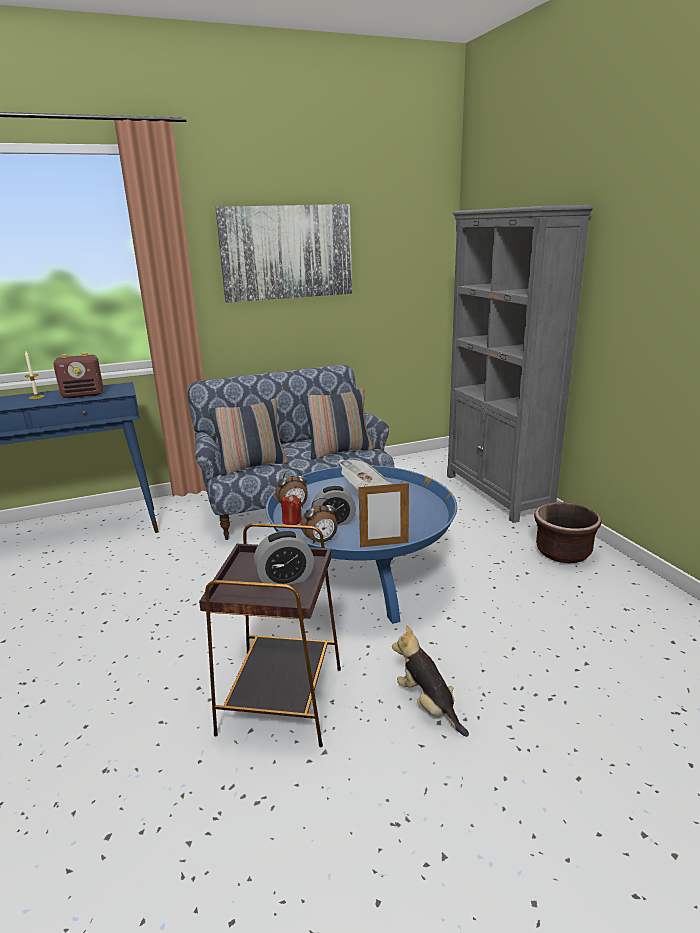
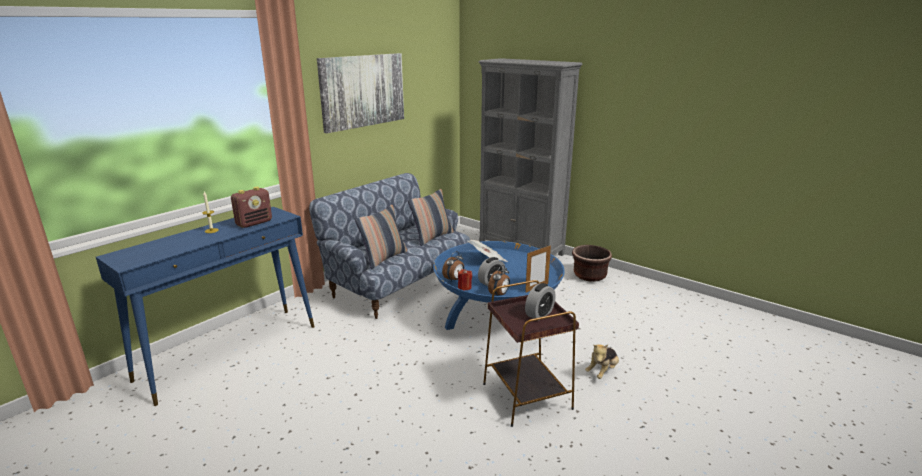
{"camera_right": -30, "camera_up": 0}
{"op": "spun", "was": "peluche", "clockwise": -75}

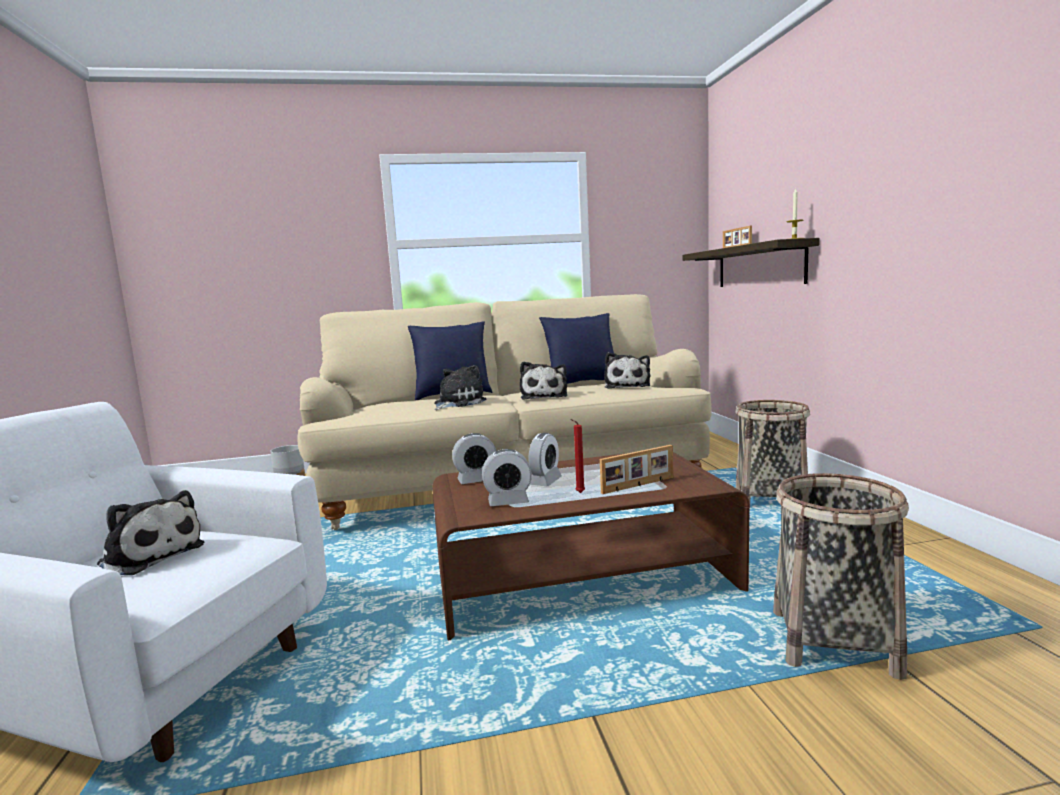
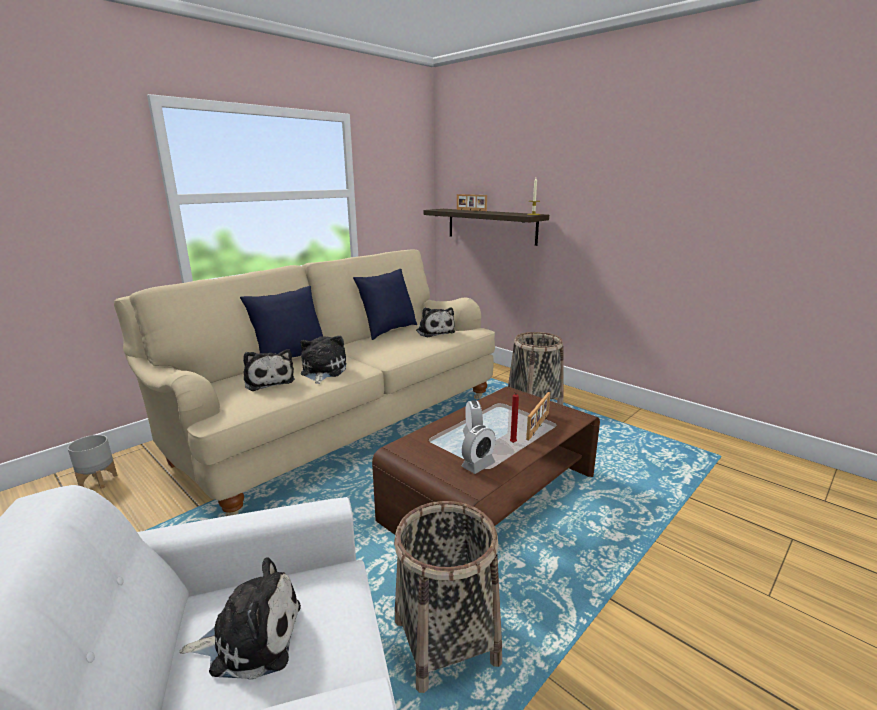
{"camera_right": -35, "camera_up": 10}
{"op": "relocated", "was": "peluche (no. 3 from left in the first image)", "now": "peluche (no. 2 from left)"}
{"op": "missing", "was": "réveil (no. 1 from left)"}
{"op": "relocated", "was": "panier (no. 2 from left in the first image)", "now": "panier (no. 1 from left)"}

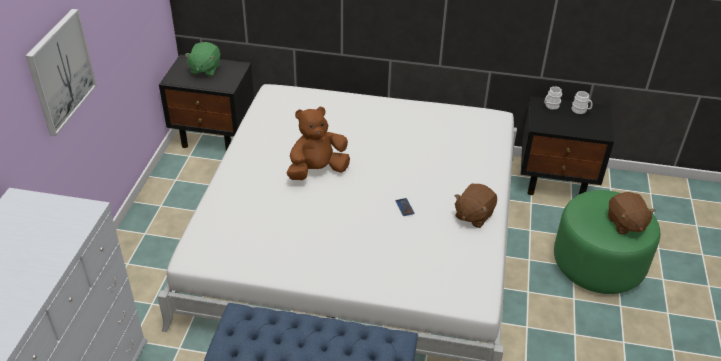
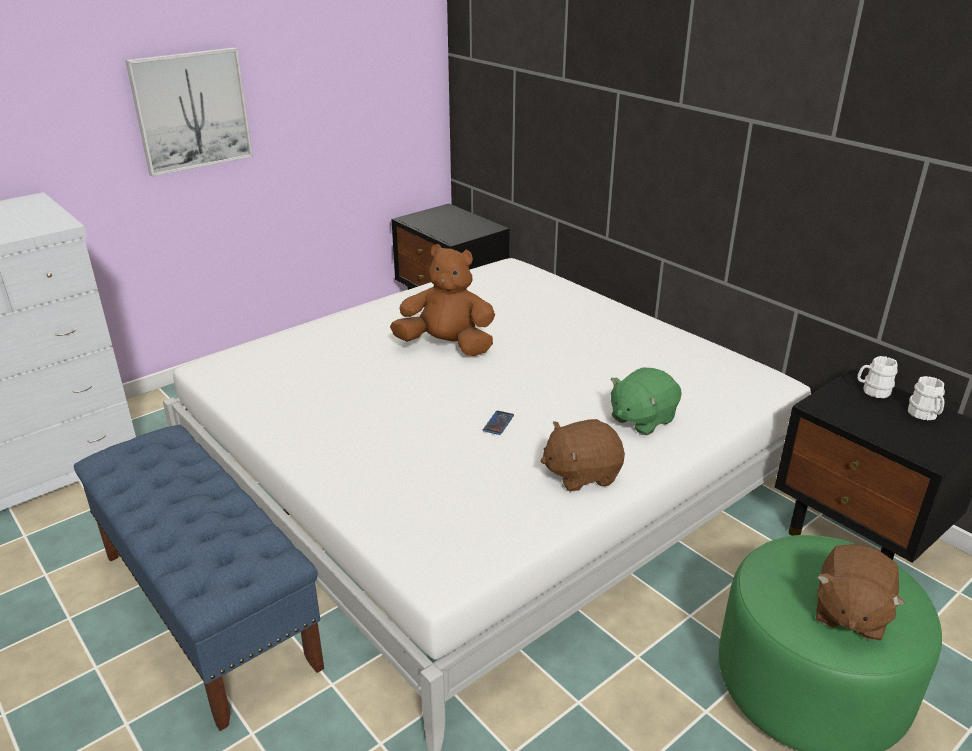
{"camera_right": 40, "camera_up": -10}
{"op": "relocated", "was": "peluche/vert"}

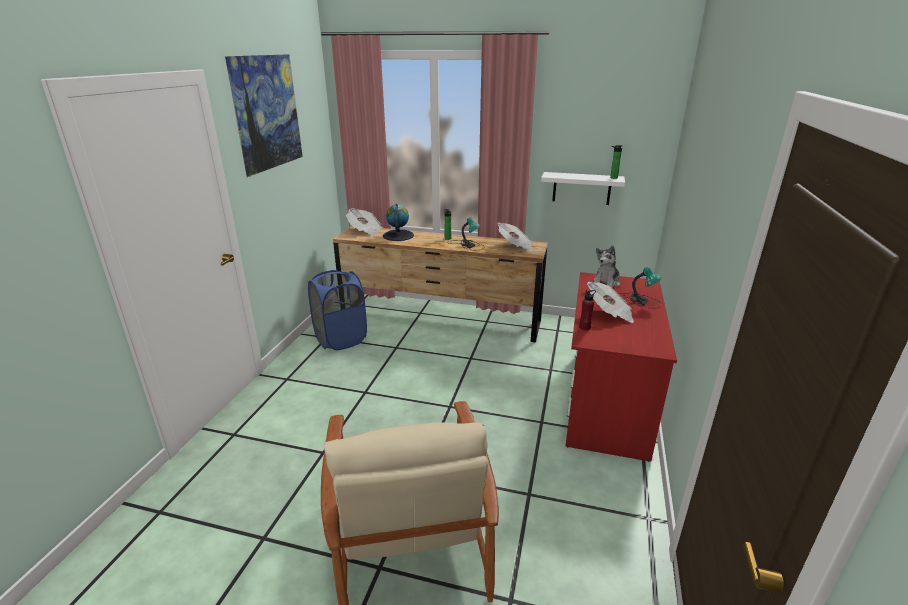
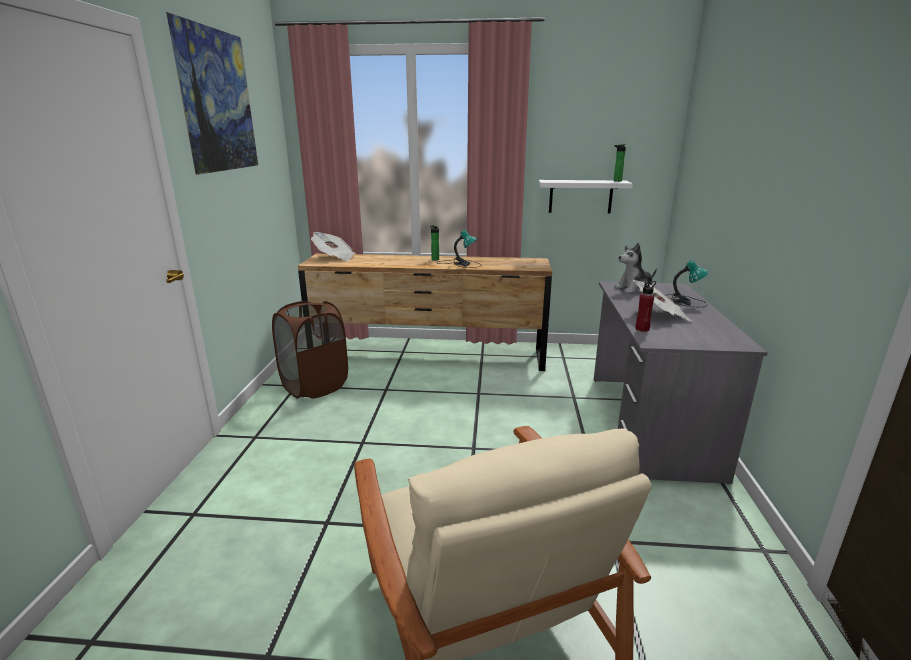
{"camera_right": -10, "camera_up": -5}
{"op": "missing", "was": "globe"}
{"op": "missing", "was": "journal (no. 2 from left)"}
{"op": "spun", "was": "peluche", "clockwise": 45}
{"op": "colour", "was": "panier à linge/bleu", "now": "panier à linge/marron"}
{"op": "colour", "was": "bureau/rouge", "now": "bureau/gris"}

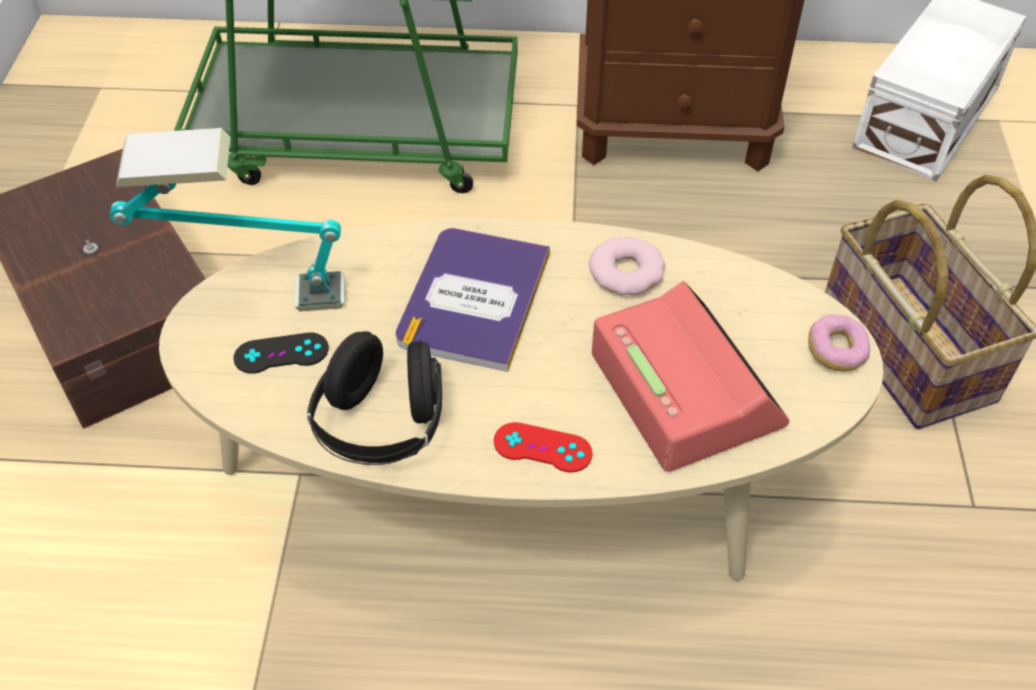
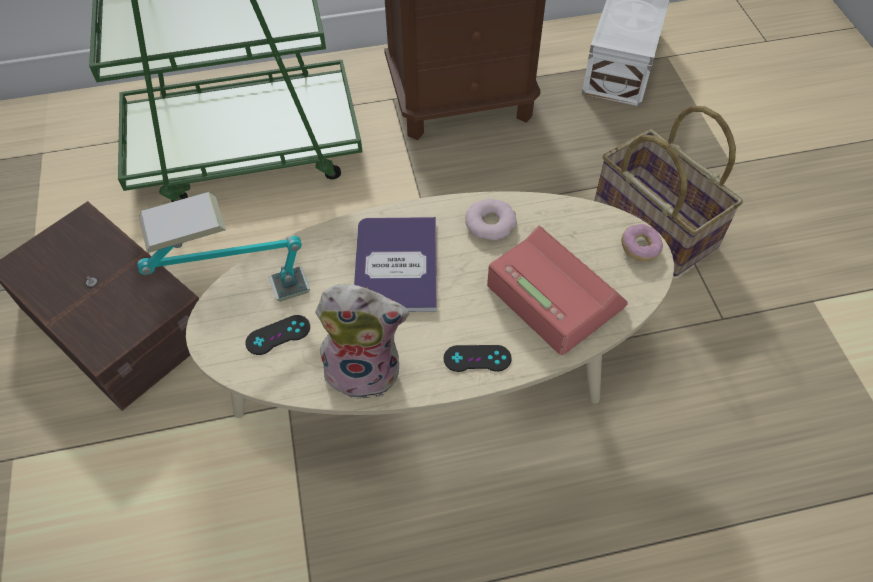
{"camera_right": -15, "camera_up": 5}
{"op": "exchanged", "was": "casque audio/noir", "now": "peluche"}
{"op": "colour", "was": "manette/rouge", "now": "manette/noir (no. 2 from left)"}

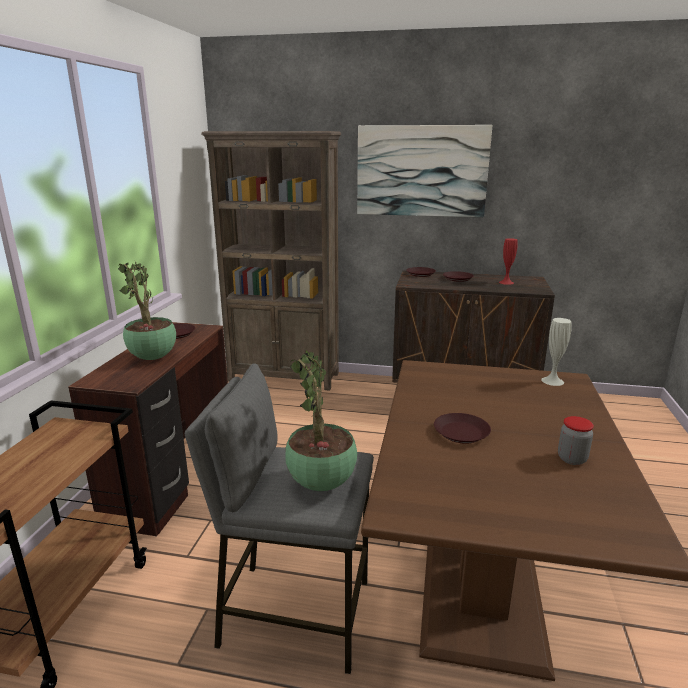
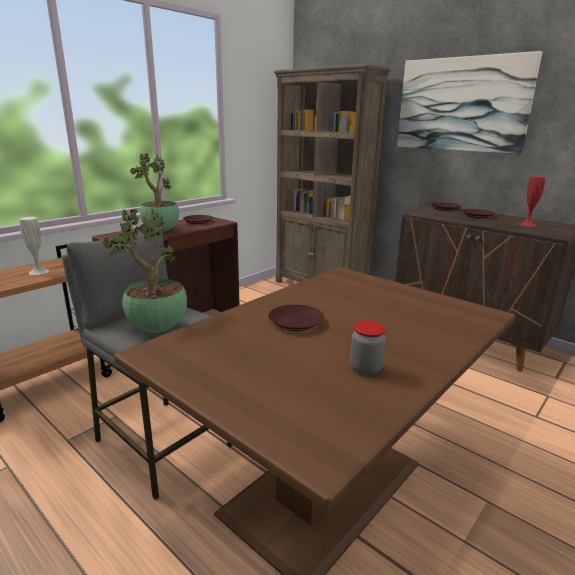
{"camera_right": 30, "camera_up": 0}
{"op": "relocated", "was": "vase/blanc"}

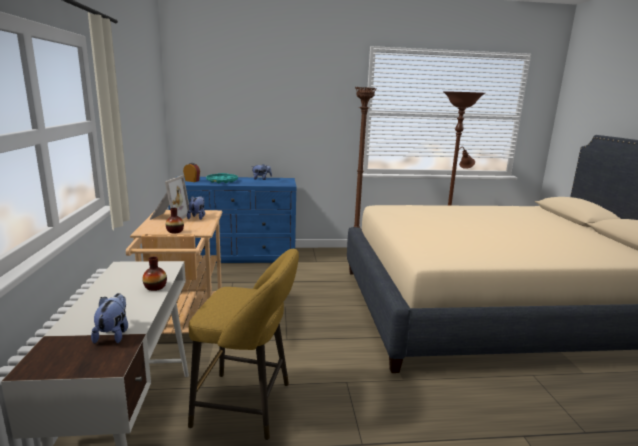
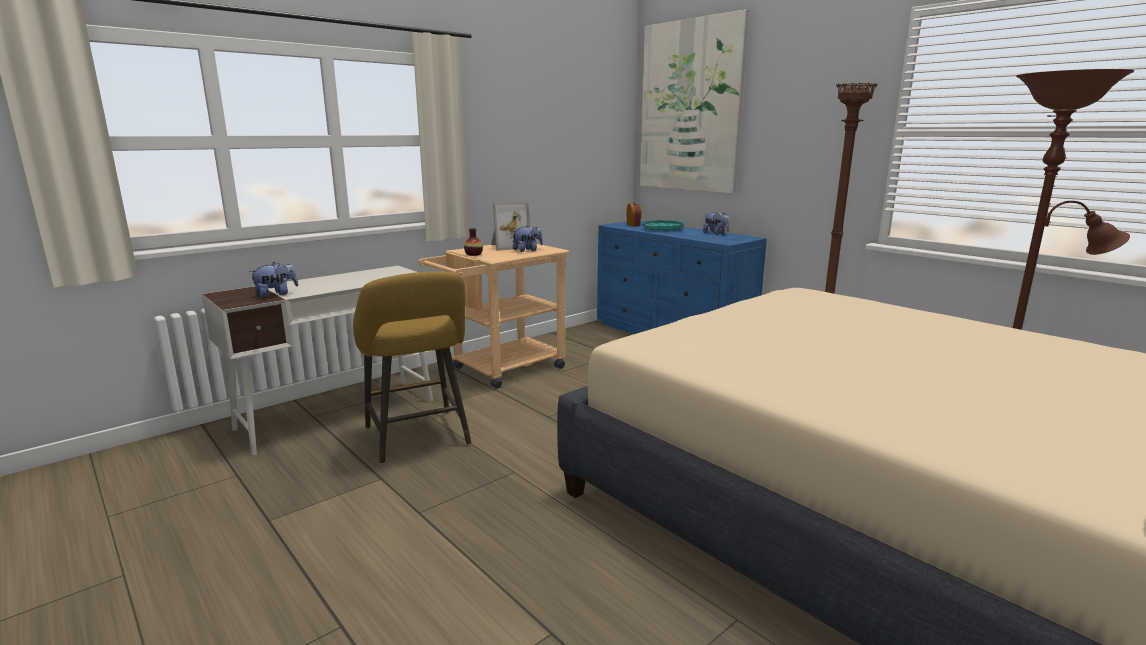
{"camera_right": 55, "camera_up": 0}
{"op": "missing", "was": "vase (no. 1 from left)"}
{"op": "appeared", "now": "tableau"}

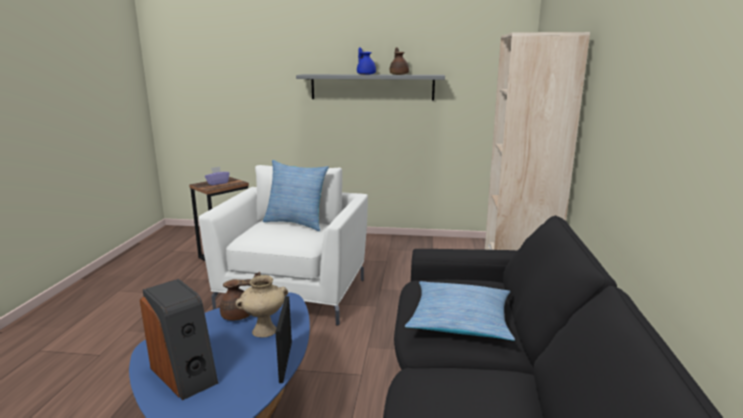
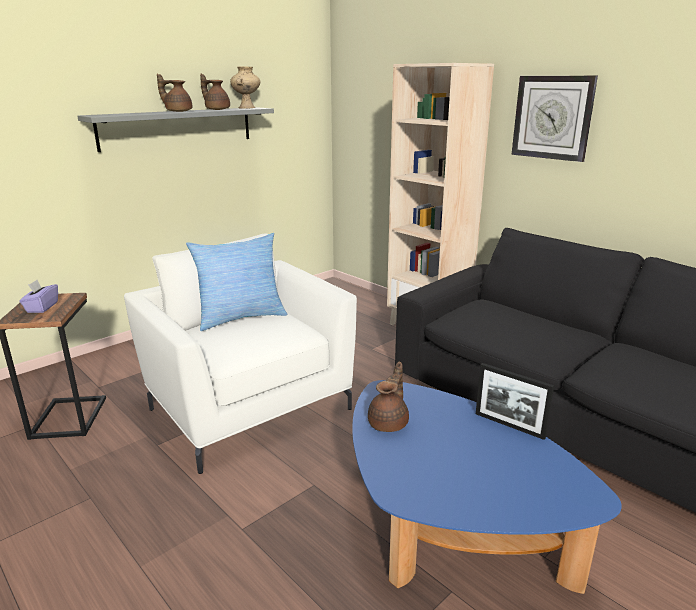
{"camera_right": -50, "camera_up": 5}
{"op": "colour", "was": "théière/bleu", "now": "théière/marron (no. 1 from left)"}
{"op": "relocated", "was": "vase/beige"}
{"op": "missing", "was": "enceinte"}
{"op": "missing", "was": "coussin (no. 2 from left)"}
{"op": "appeared", "now": "horloge murale"}

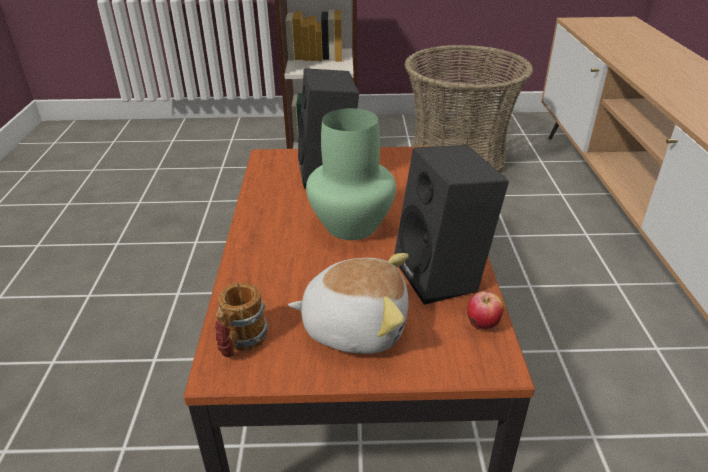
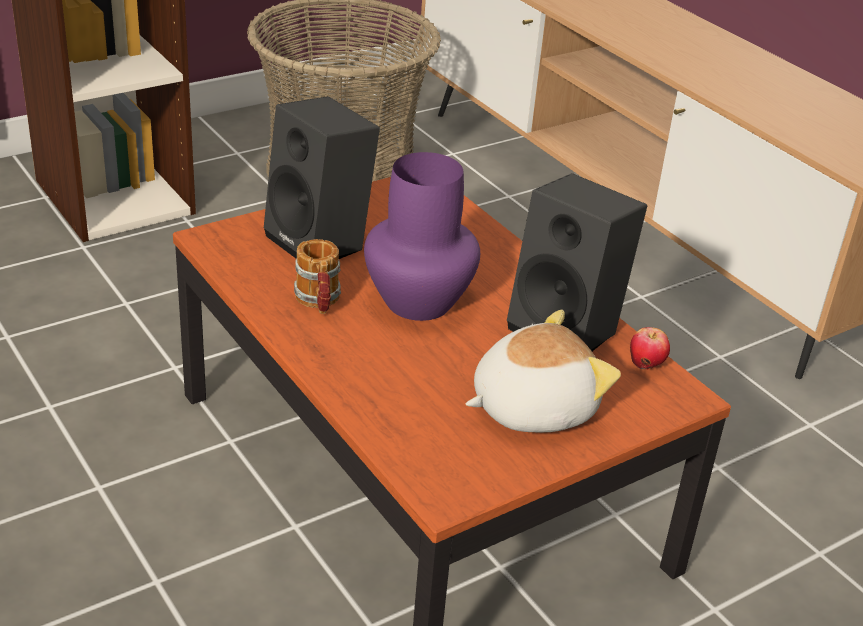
{"camera_right": -35, "camera_up": 0}
{"op": "colour", "was": "vase/vert", "now": "vase/violet"}
{"op": "relocated", "was": "mug"}

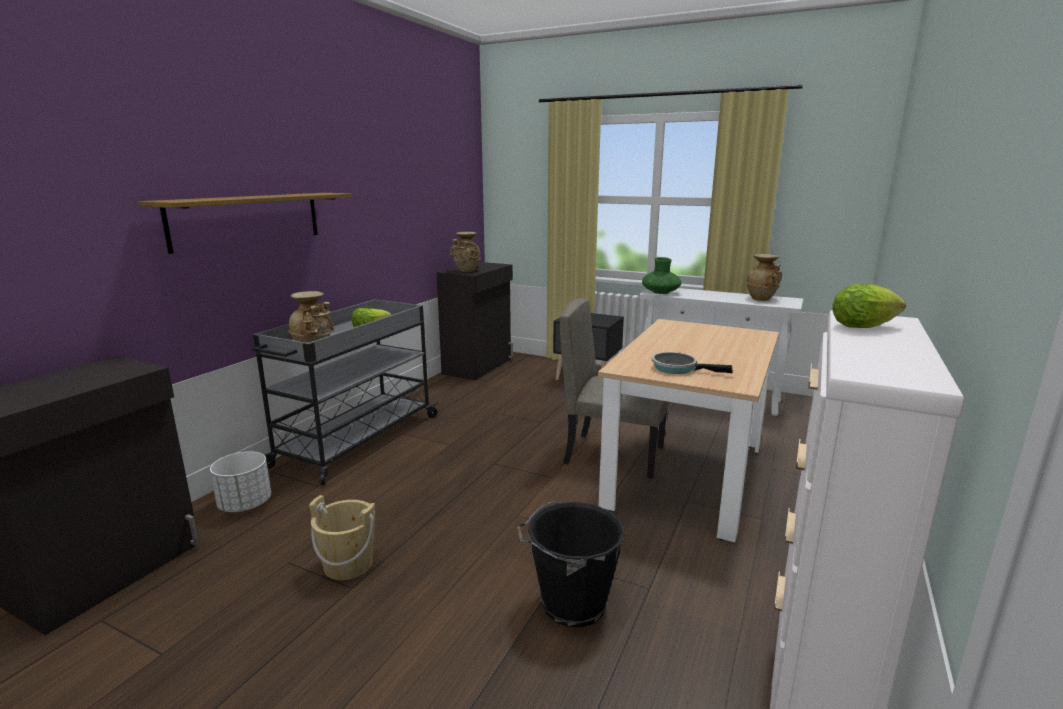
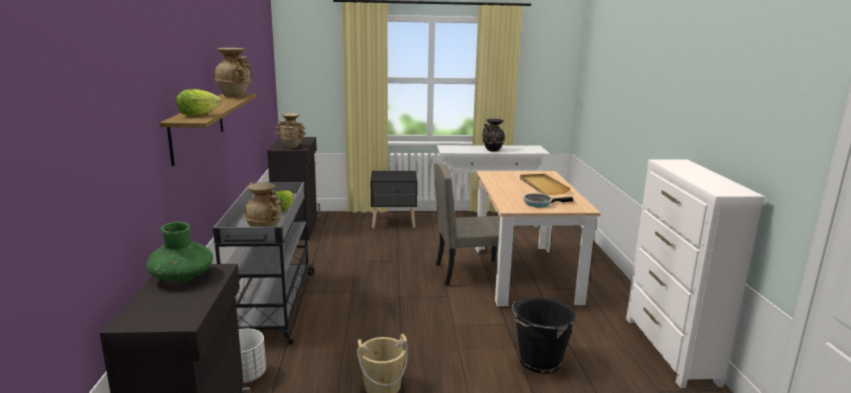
{"camera_right": -30, "camera_up": 0}
{"op": "relocated", "was": "vase/beige (no. 3 from left in the first image)", "now": "vase/beige (no. 1 from left)"}
{"op": "relocated", "was": "vase/vert"}
{"op": "relocated", "was": "laitue (no. 2 from left in the first image)", "now": "laitue (no. 1 from left)"}
{"op": "appeared", "now": "vase/noir"}
{"op": "appeared", "now": "plateau/beige"}

